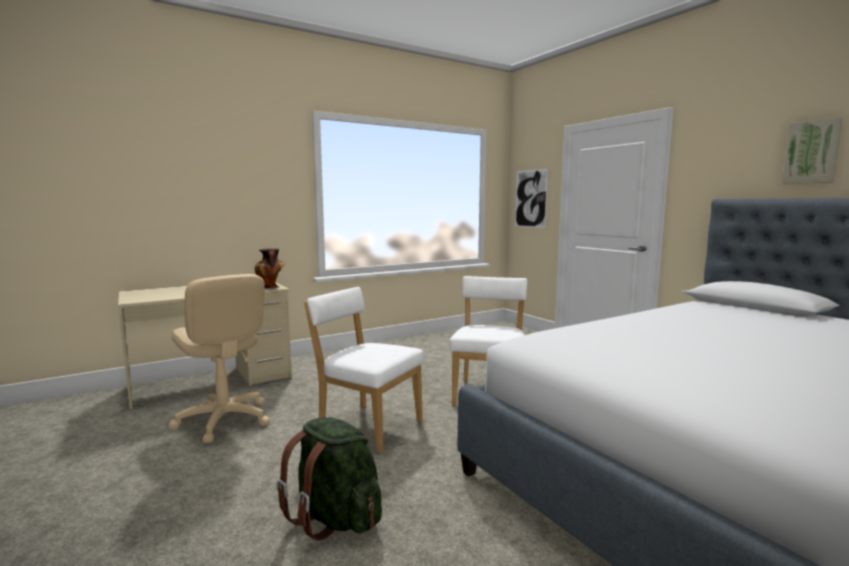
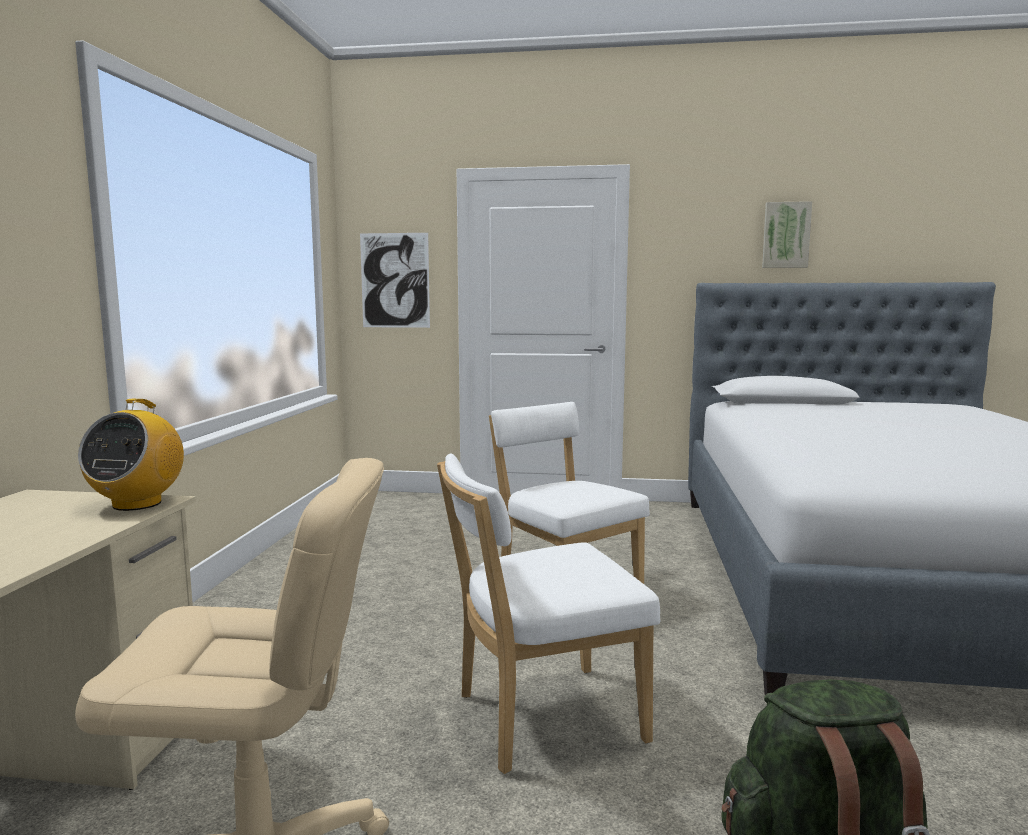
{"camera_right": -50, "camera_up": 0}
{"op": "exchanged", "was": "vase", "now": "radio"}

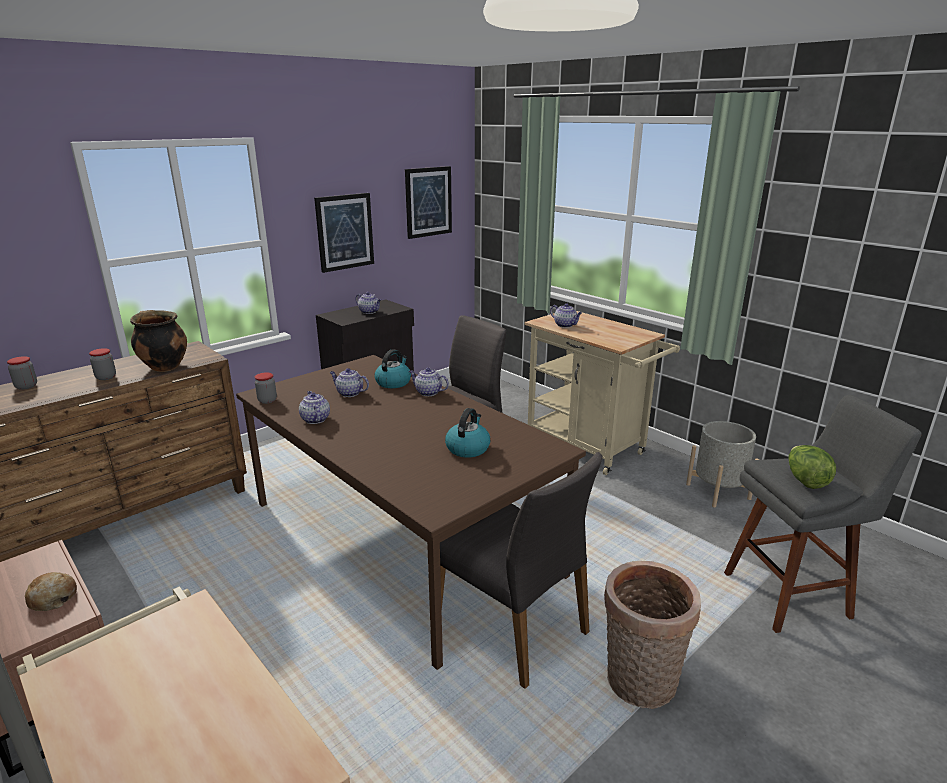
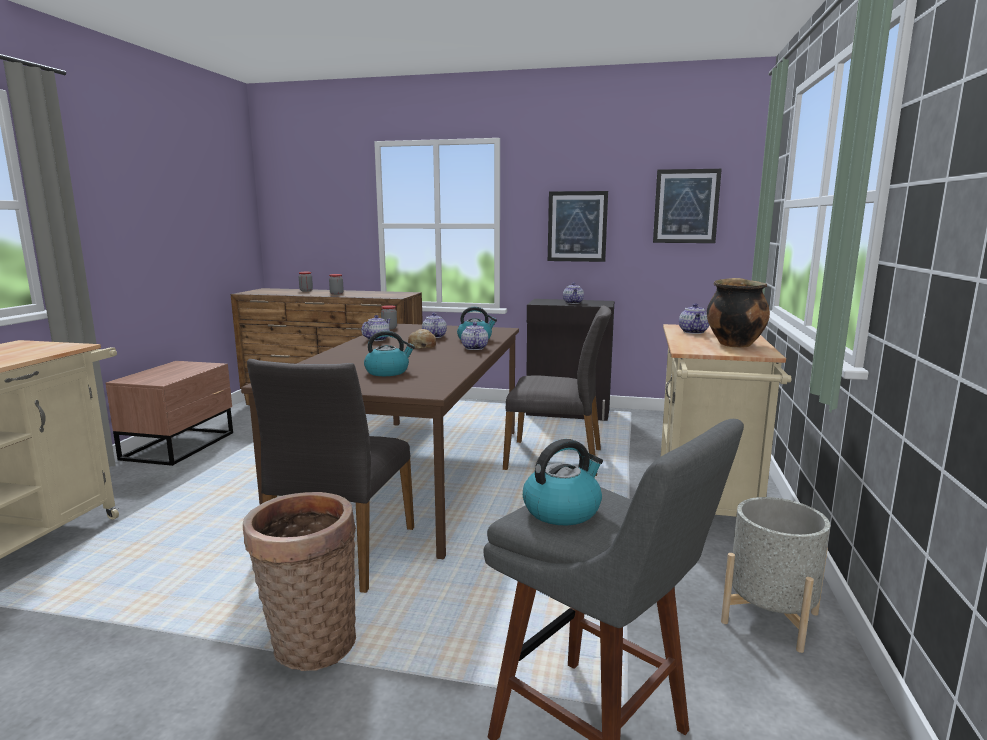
{"camera_right": 55, "camera_up": -10}
{"op": "relocated", "was": "marmite"}
{"op": "exchanged", "was": "laitue", "now": "bouilloire (no. 3 from left)"}
{"op": "relocated", "was": "pain"}

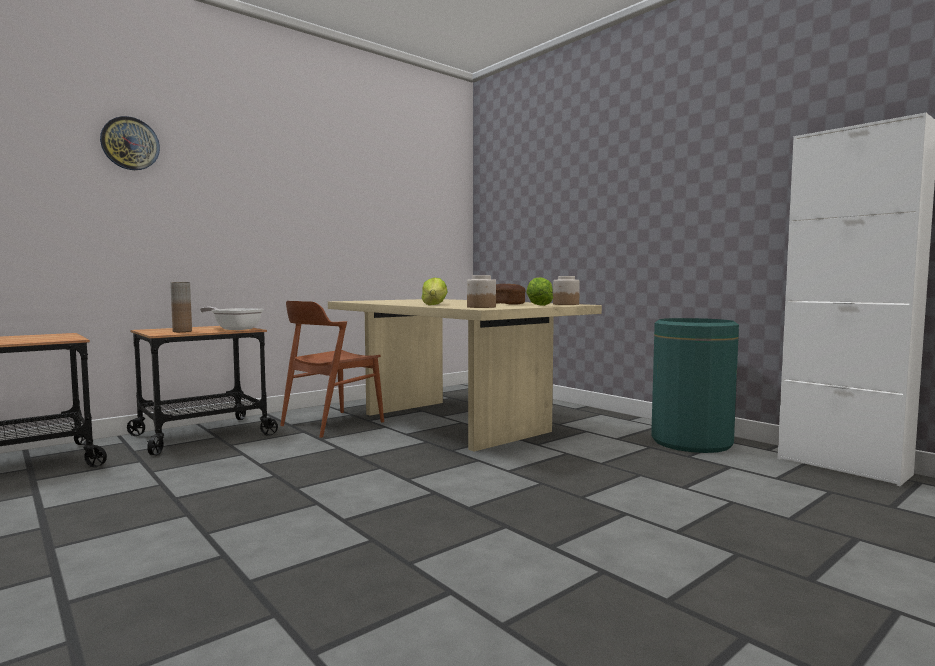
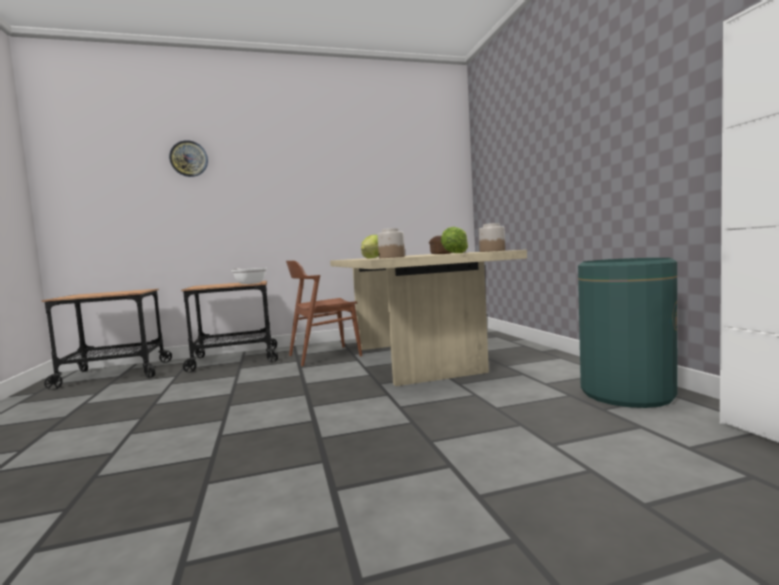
{"camera_right": 25, "camera_up": 0}
{"op": "missing", "was": "vase/marron"}

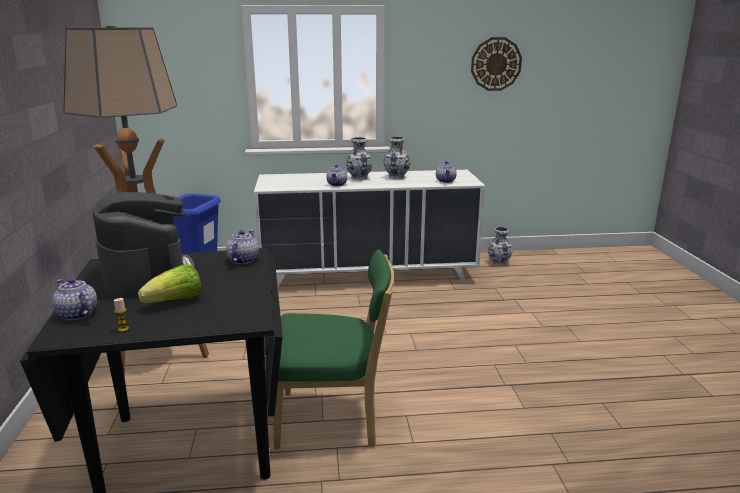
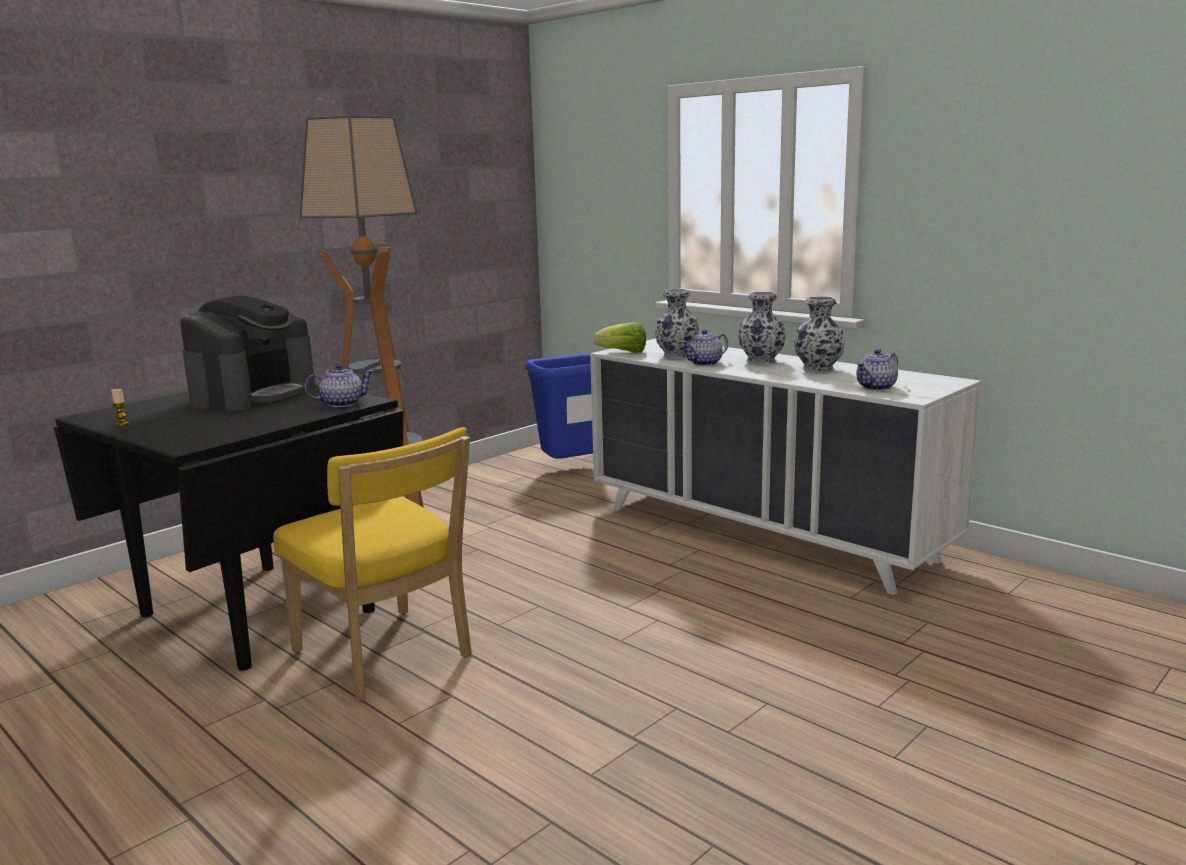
{"camera_right": 50, "camera_up": -5}
{"op": "missing", "was": "horloge murale"}
{"op": "relocated", "was": "vase (no. 3 from left in the first image)", "now": "vase (no. 1 from left)"}
{"op": "colour", "was": "chaise/vert", "now": "chaise/jaune"}
{"op": "relocated", "was": "laitue"}
{"op": "missing", "was": "théière (no. 1 from left)"}

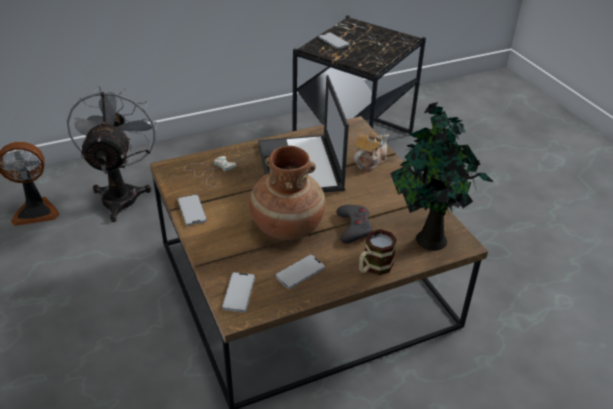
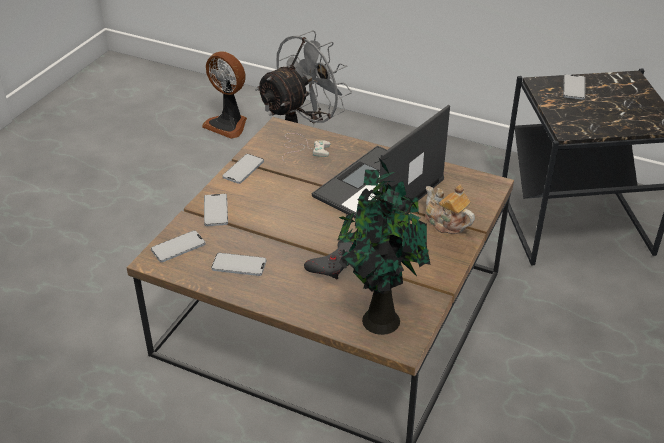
{"camera_right": 50, "camera_up": 0}
{"op": "spun", "was": "théière", "clockwise": -135}
{"op": "missing", "was": "vase/marron"}
{"op": "missing", "was": "mug"}
{"op": "appeared", "now": "téléphone (no. 2 from left)"}

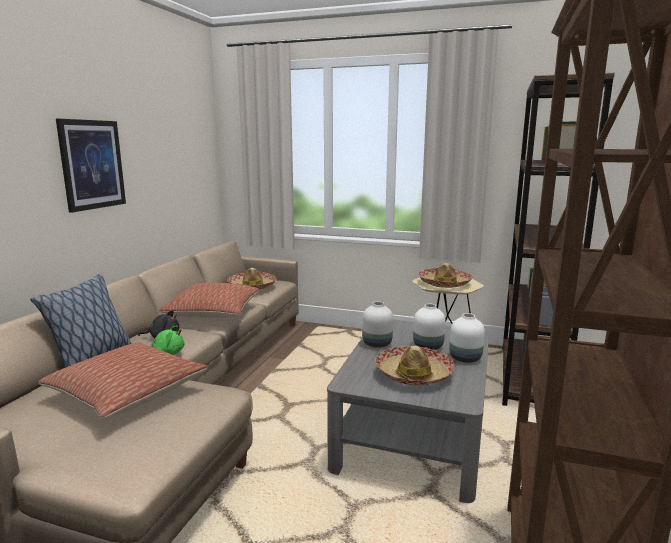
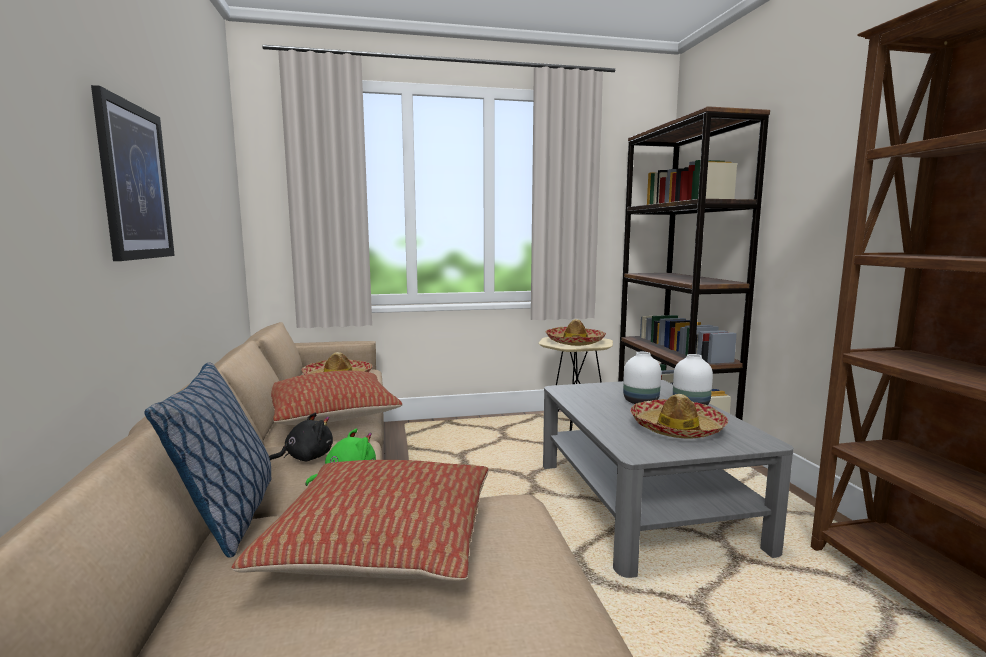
{"camera_right": -30, "camera_up": -5}
{"op": "missing", "was": "vase/blanc (no. 1 from left)"}

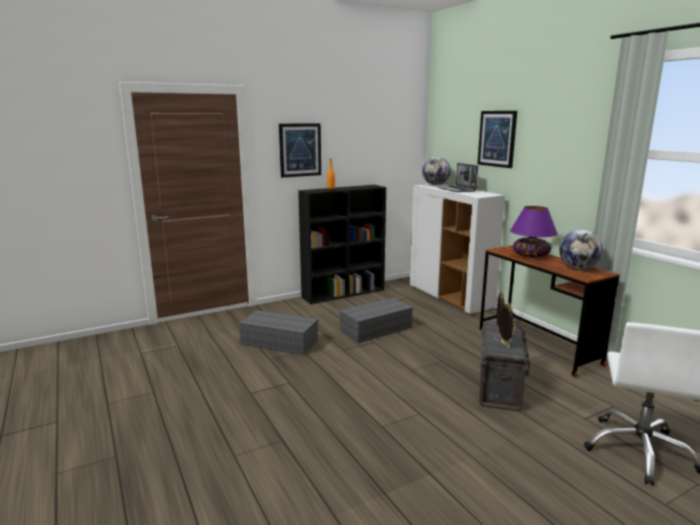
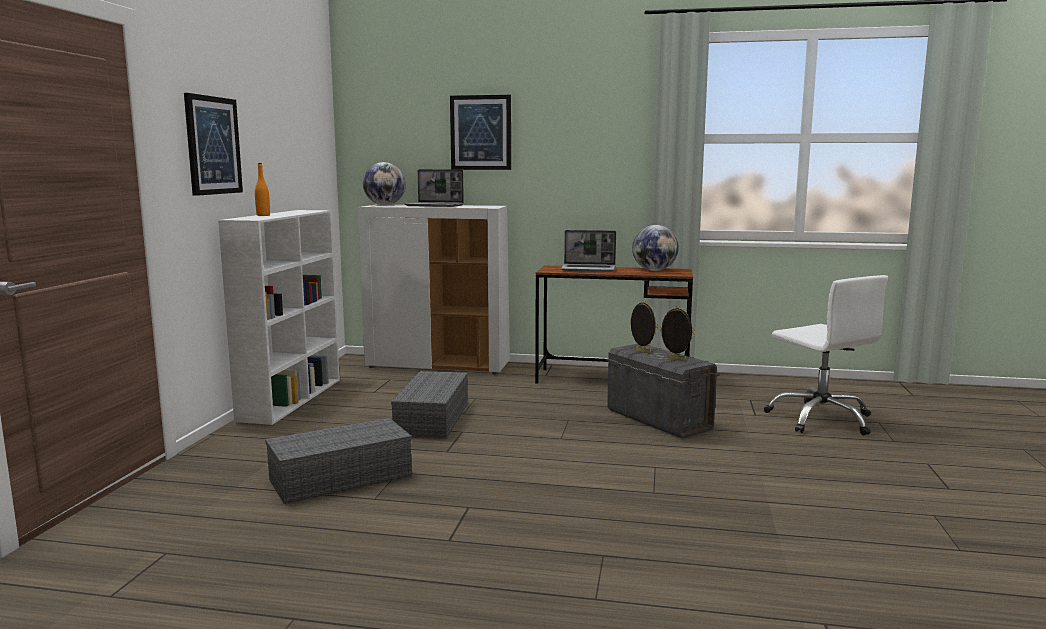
{"camera_right": -50, "camera_up": -5}
{"op": "colour", "was": "bibliothèque/noir", "now": "bibliothèque/blanc"}
{"op": "exchanged", "was": "lampe de table/violet", "now": "ordinateur portable (no. 2 from left)"}

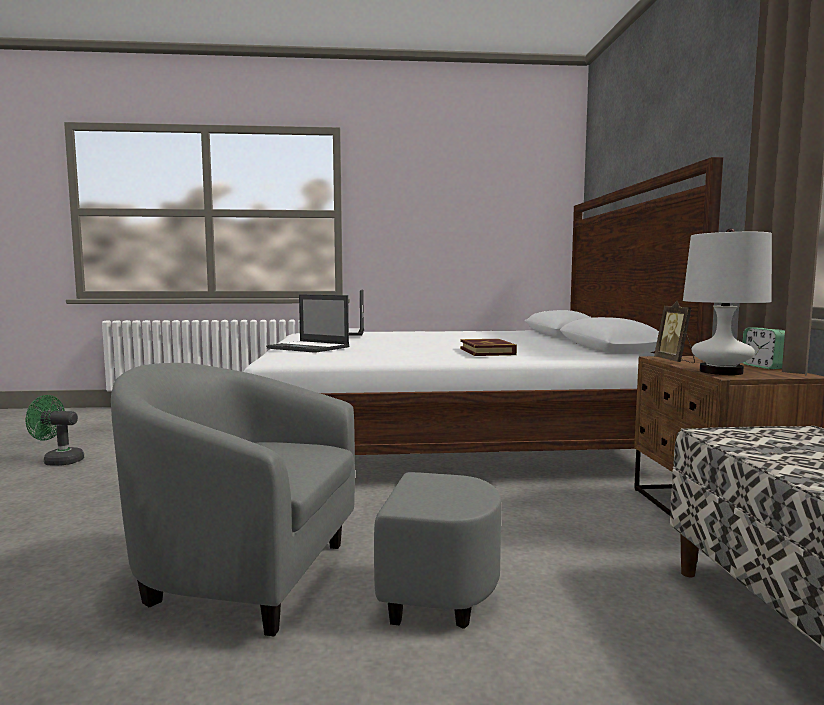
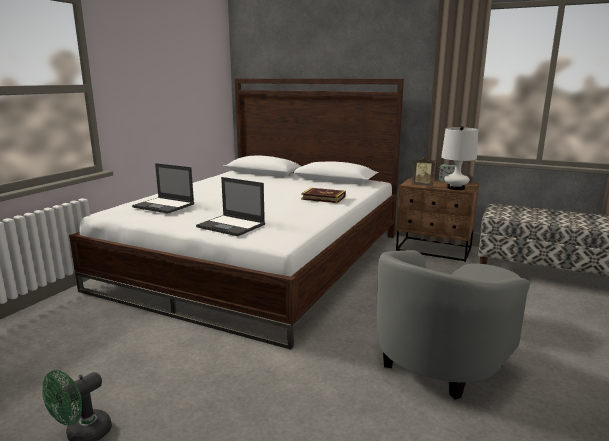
{"camera_right": -60, "camera_up": 10}
{"op": "spun", "was": "ordinateur portable (no. 1 from left in the first image)", "clockwise": 60}

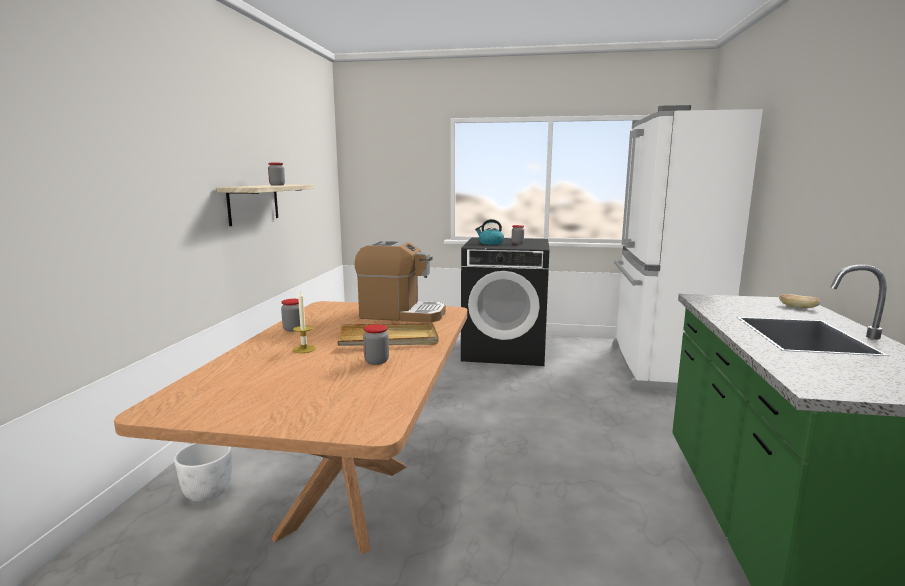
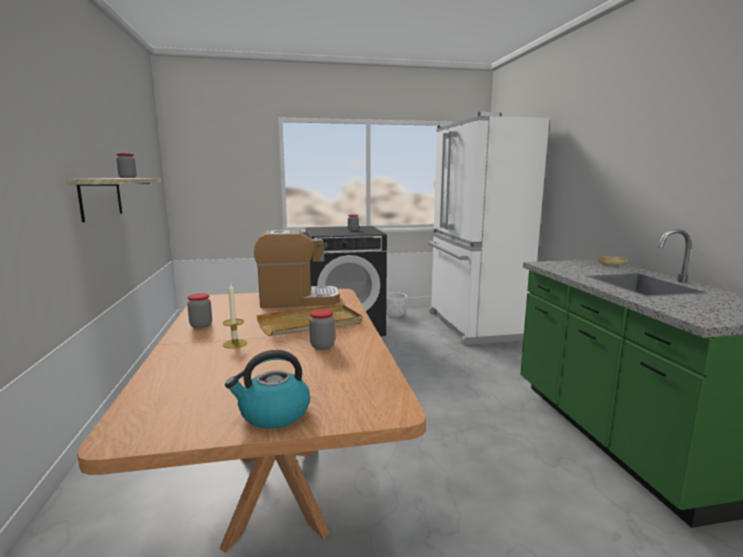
{"camera_right": -20, "camera_up": 0}
{"op": "relocated", "was": "bouilloire"}
{"op": "relocated", "was": "cache-pot/blanc"}

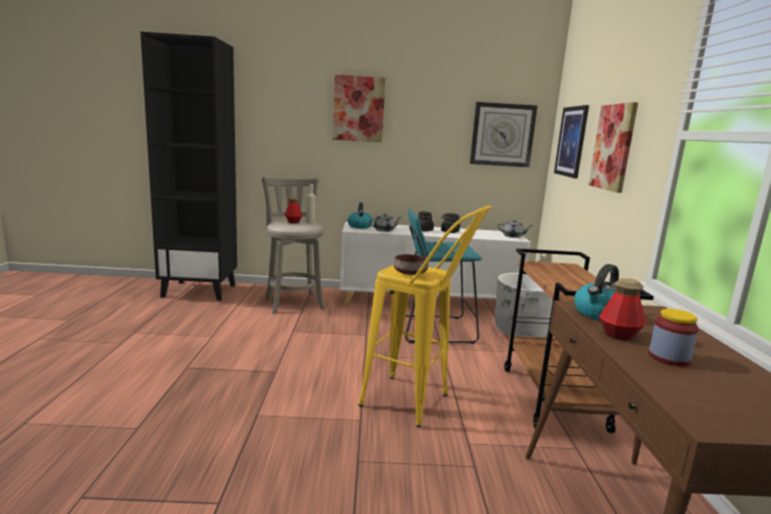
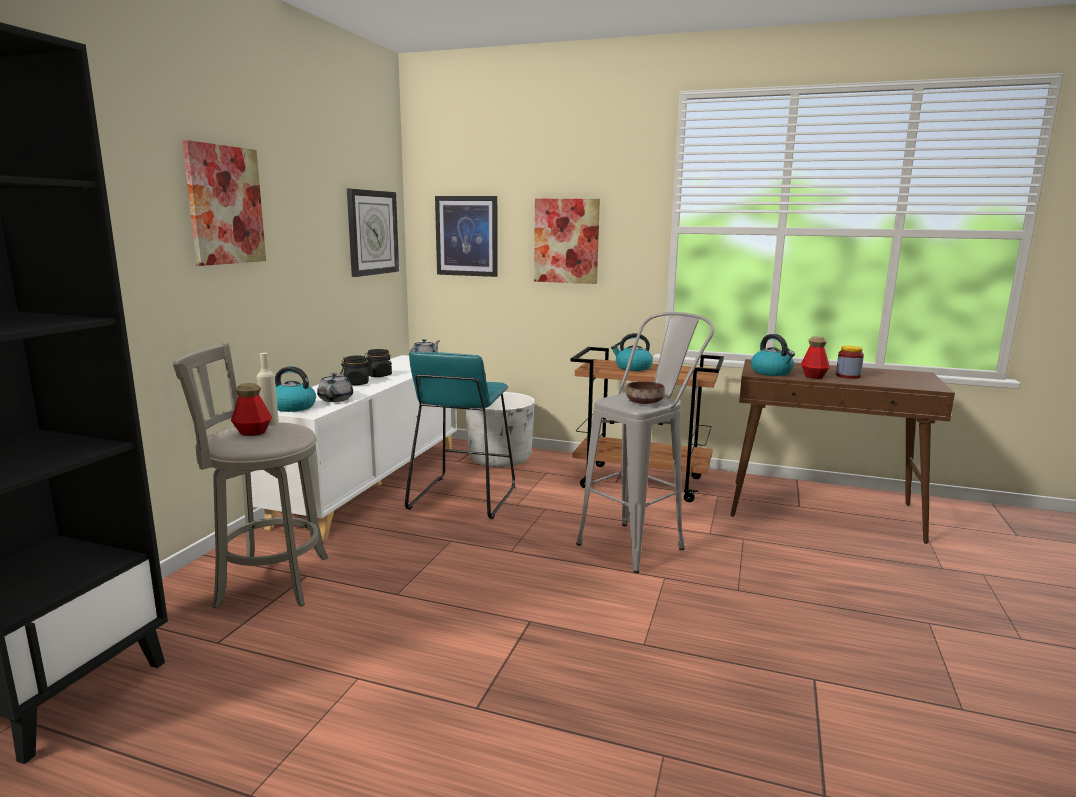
{"camera_right": -70, "camera_up": 0}
{"op": "colour", "was": "tabouret/jaune", "now": "tabouret/gris (no. 2 from left)"}
{"op": "appeared", "now": "bouilloire (no. 2 from left)"}

